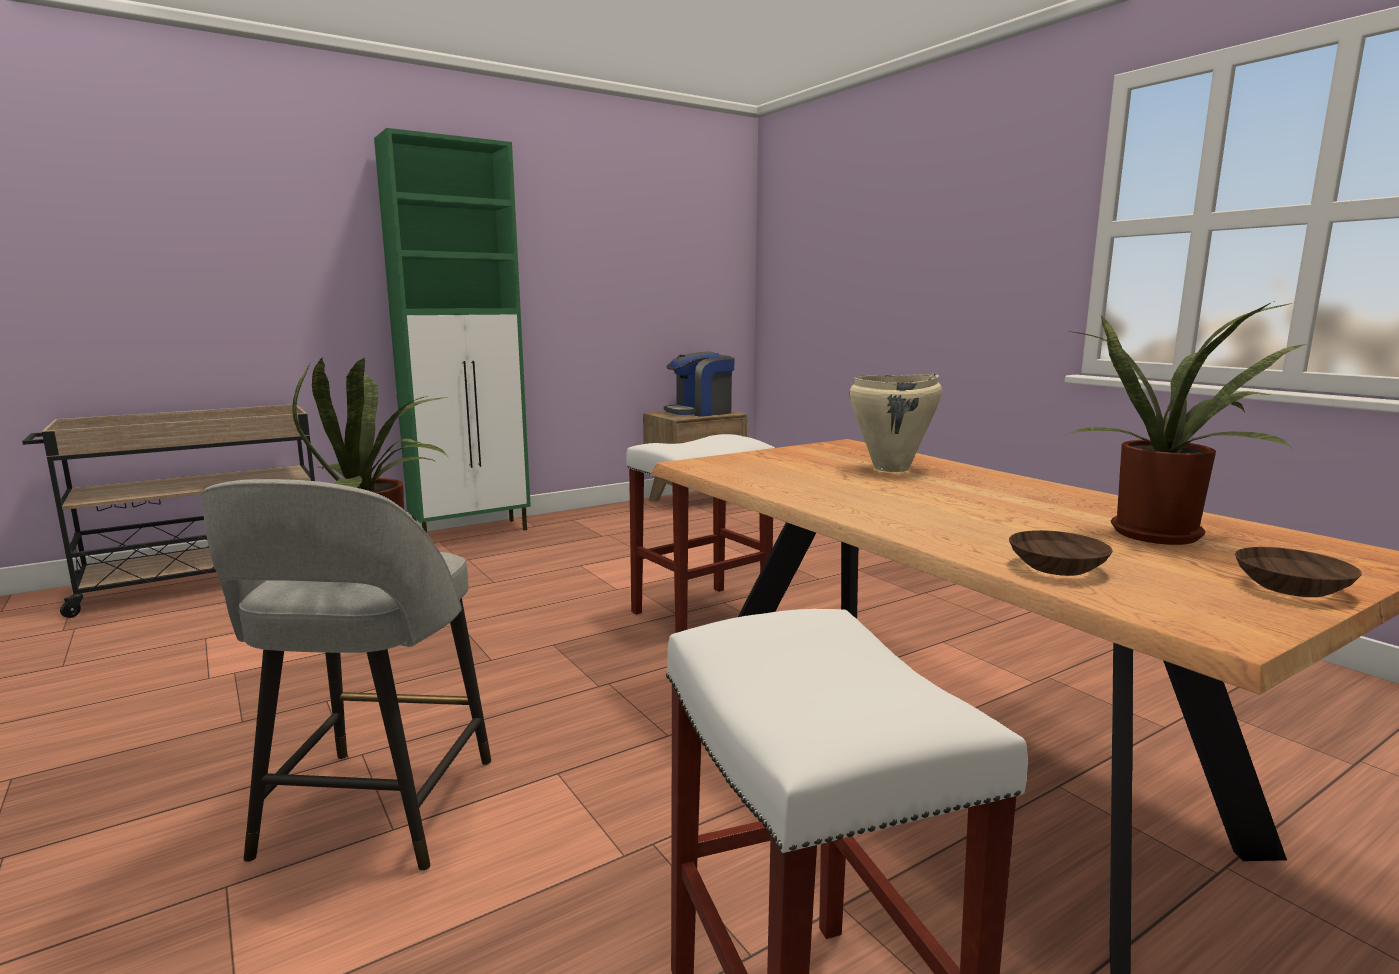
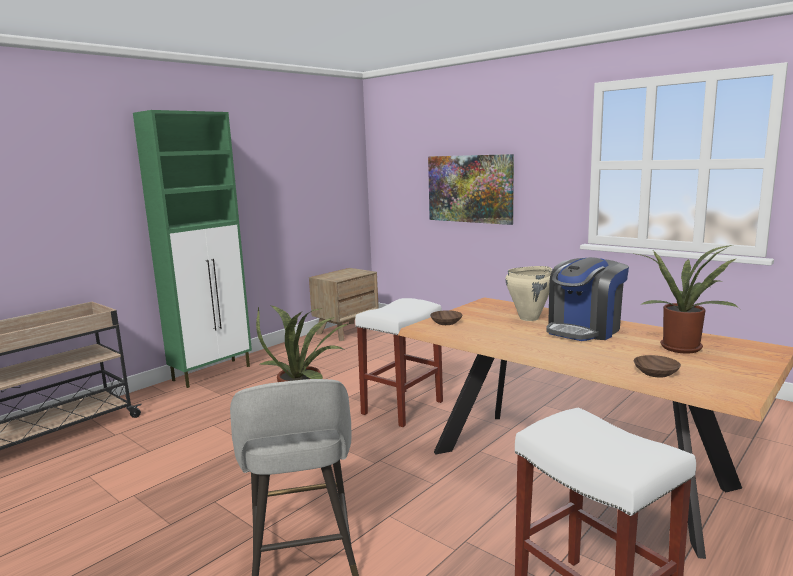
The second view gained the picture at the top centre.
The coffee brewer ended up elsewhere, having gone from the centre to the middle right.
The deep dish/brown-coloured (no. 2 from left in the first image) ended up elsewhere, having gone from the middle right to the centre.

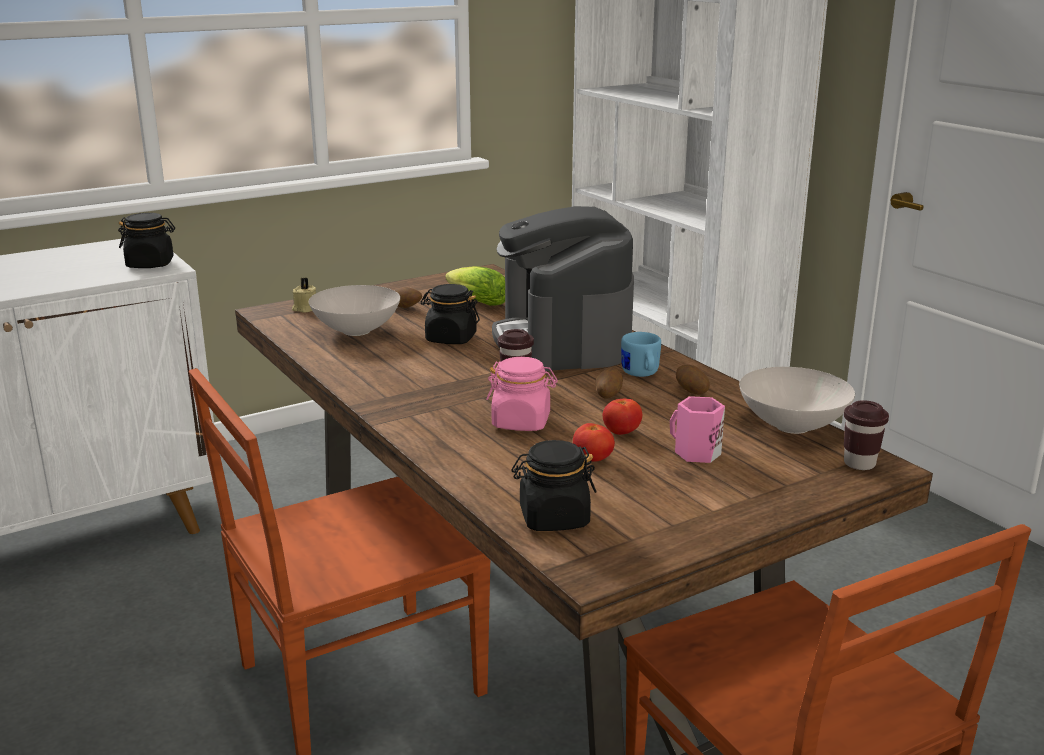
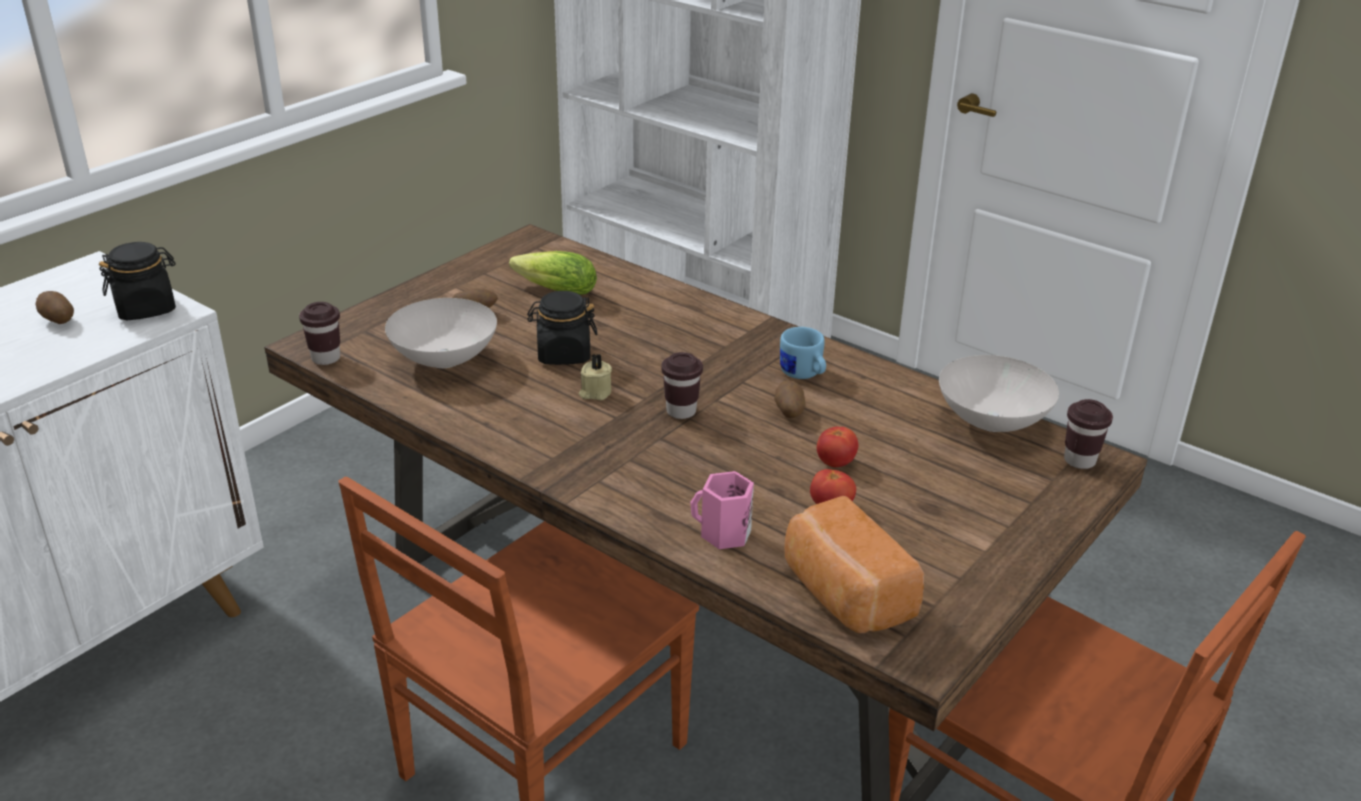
The second view lost the preserve jar/pink-coloured at the centre.
The second view lost the coffee brewer at the centre.
The second view gained the small cup/brown-coloured (no. 1 from left) at the middle left.
The wax light/beige ended up elsewhere, having gone from the middle left to the centre.
The coffee mug/pink-coloured ended up elsewhere, having gone from the middle right to the centre.
The whole potato (no. 3 from left in the first image) ended up elsewhere, having gone from the centre to the middle left.
Where the preserve jar/blackish (no. 3 from left) stood at the centre, the bread came to stand at the bottom centre.

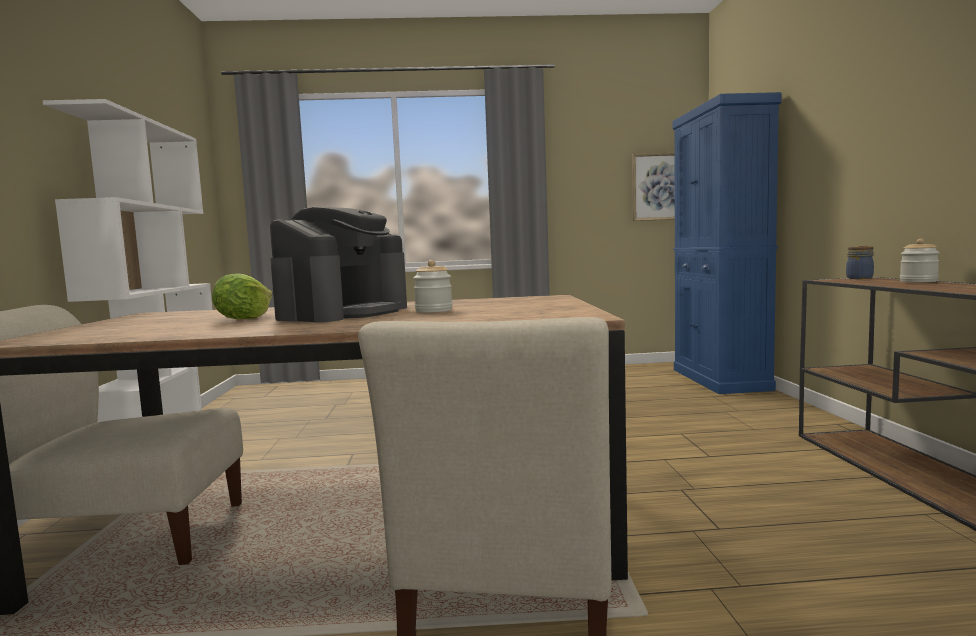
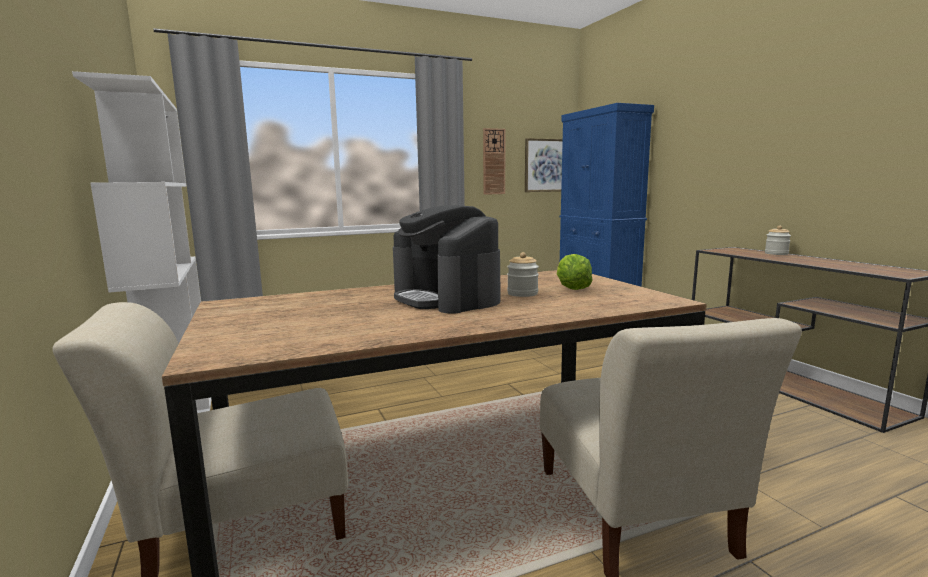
The second view lost the preserve jar (no. 2 from left) at the middle right.
The second view gained the clock on the wall at the top centre.
The head of lettuce ended up elsewhere, having gone from the middle left to the centre.
The coffee brewer at the centre ended up facing another way, 135 degrees clockwise from before.

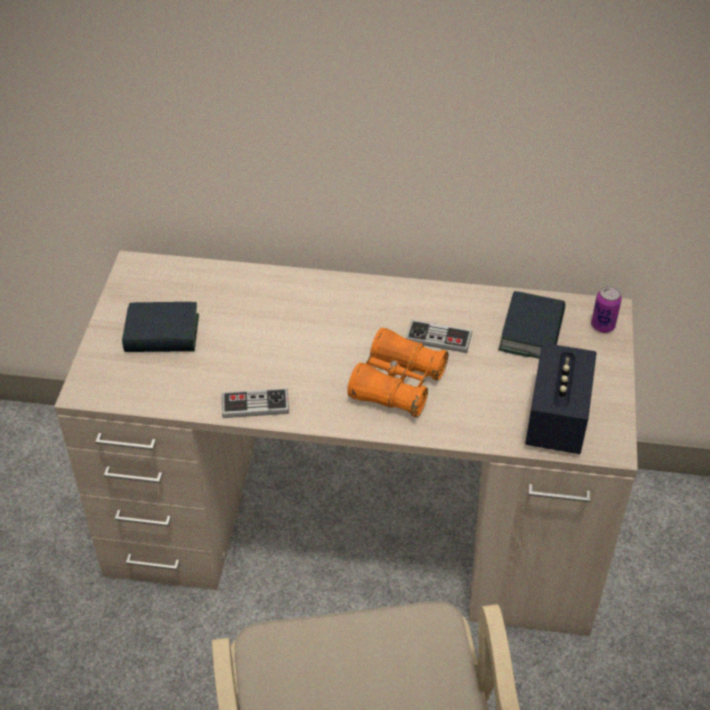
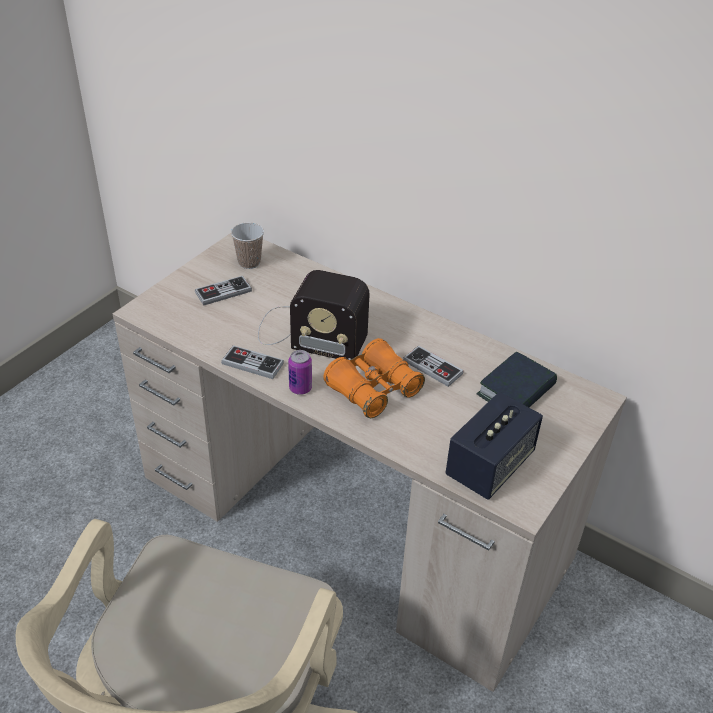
The second view gained the small cup at the centre.
The second view gained the radio at the centre.
The metal can ended up elsewhere, having gone from the middle right to the centre.
Where the volume (no. 1 from left) stood at the middle left, the joypad (no. 1 from left) came to stand at the middle left.

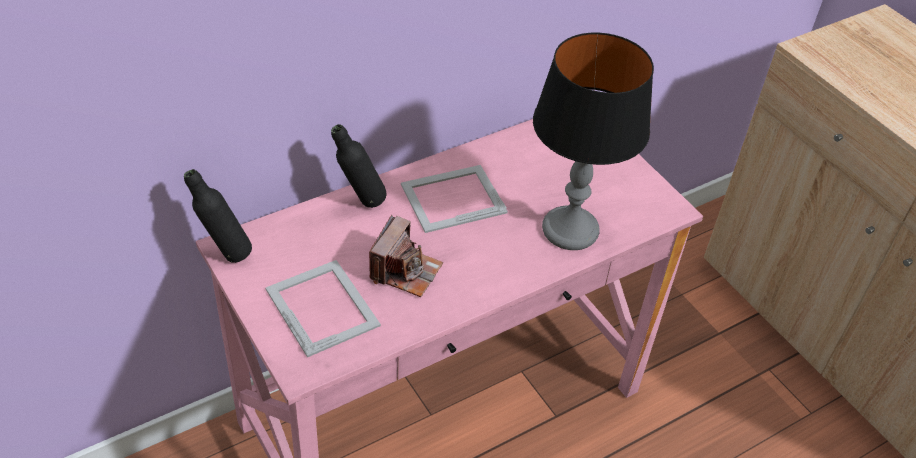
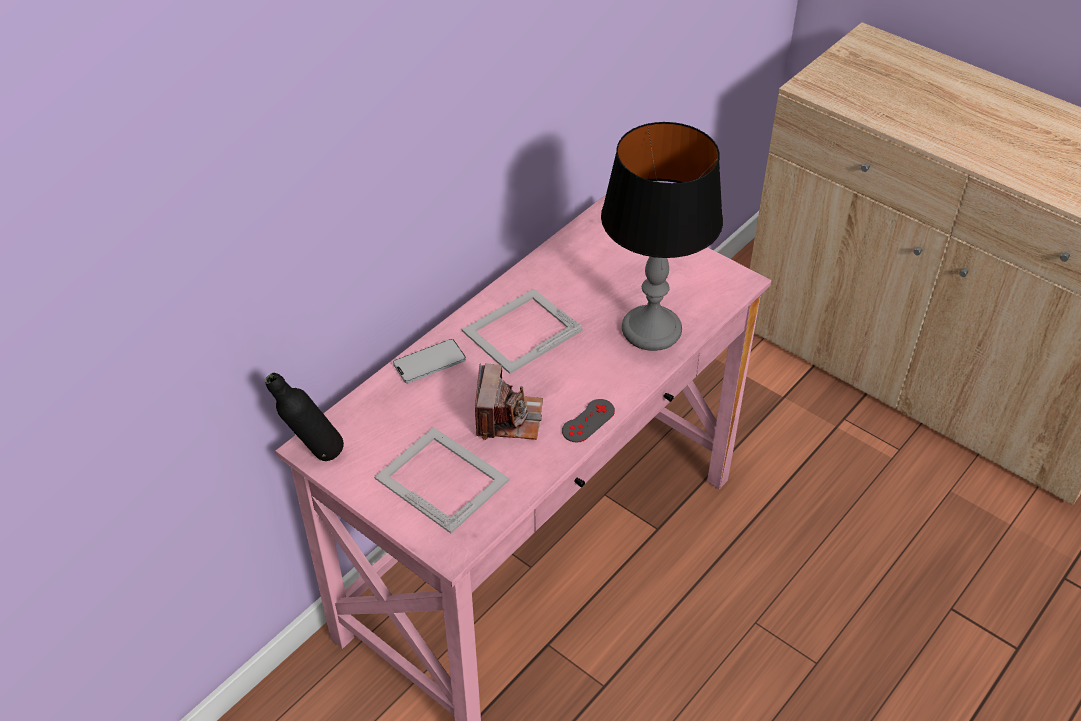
The second view gained the joypad/gray at the centre.
Where the bottle/blackish (no. 2 from left) stood at the centre, the handset came to stand at the centre.

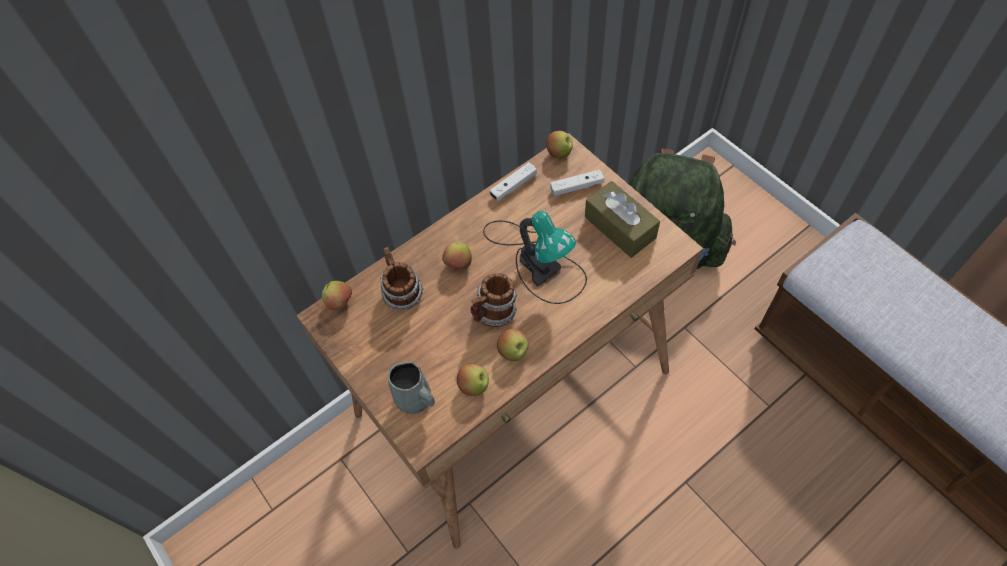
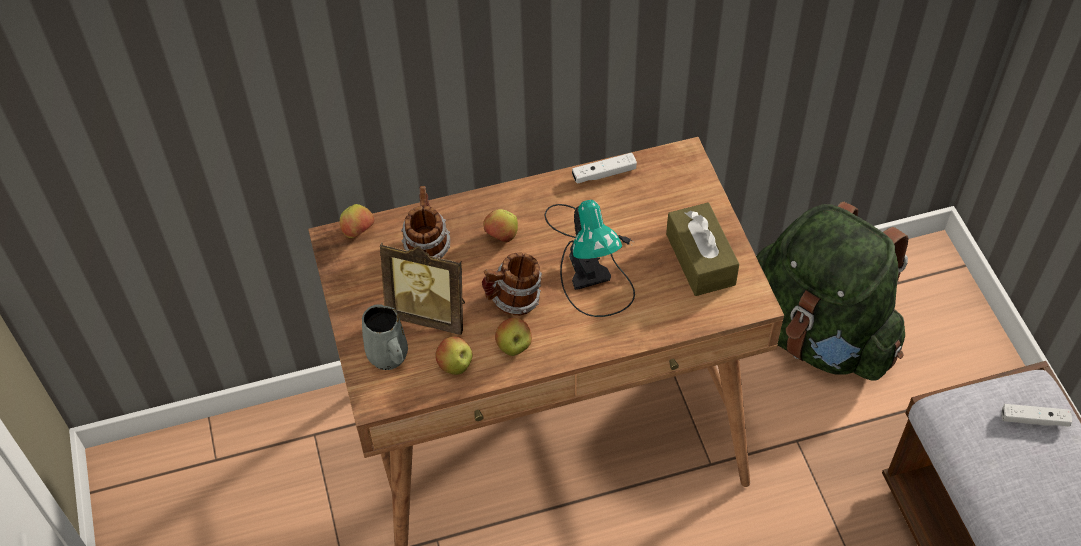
The second view lost the apple (no. 5 from left) at the top centre.
The second view gained the picture frame at the centre.
The joypad/white (no. 2 from left) ended up elsewhere, having gone from the top centre to the bottom right.

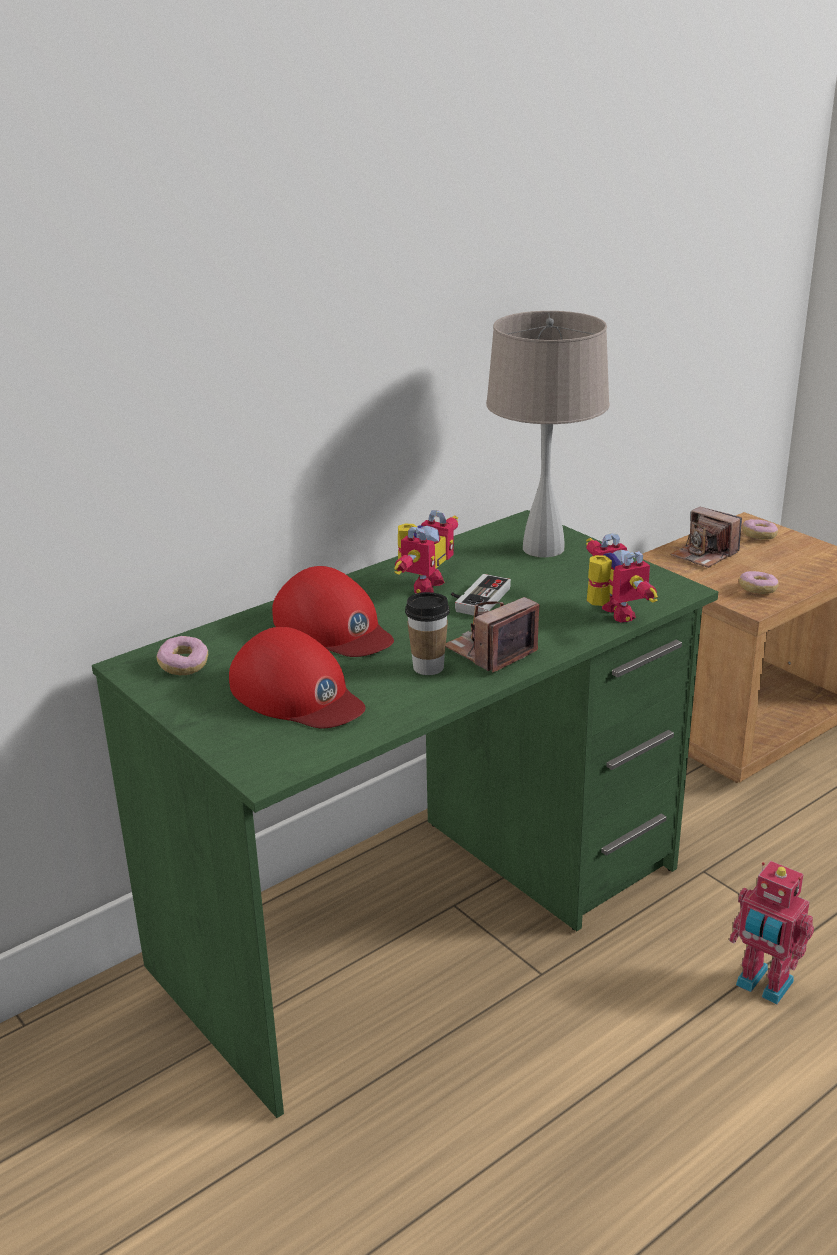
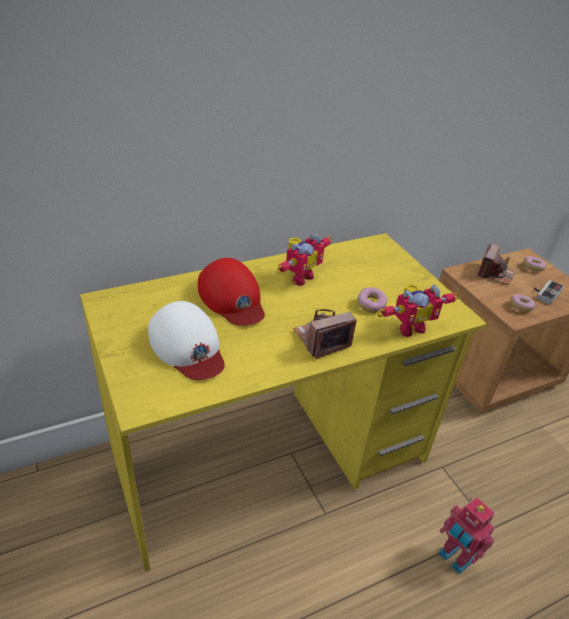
The second view lost the small cup at the centre.
The second view lost the lamp for a table/beige at the centre.
The donut (no. 1 from left) ended up elsewhere, having gone from the middle left to the centre.
The joypad ended up elsewhere, having gone from the centre to the middle right.
What was the desk/green-coloured at the centre turned into the desk/yellow at the centre.
What was the peaked cap/reddish (no. 1 from left) at the centre turned into the peaked cap/white at the middle left.
The robot figure (no. 2 from left) at the middle right ended up facing another way, 75 degrees clockwise from before.
The photo camera (no. 2 from left) at the middle right ended up facing another way, 120 degrees counterclockwise from before.

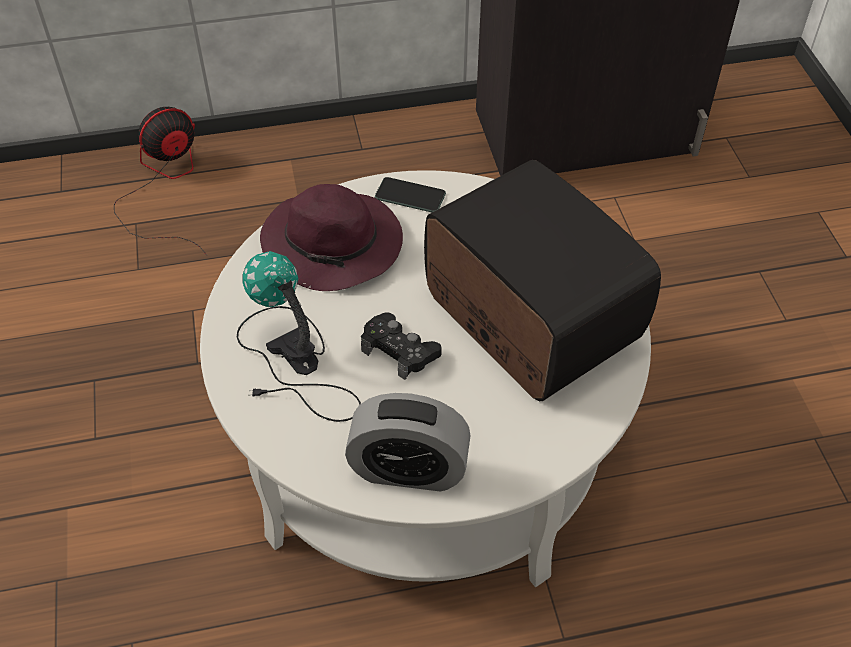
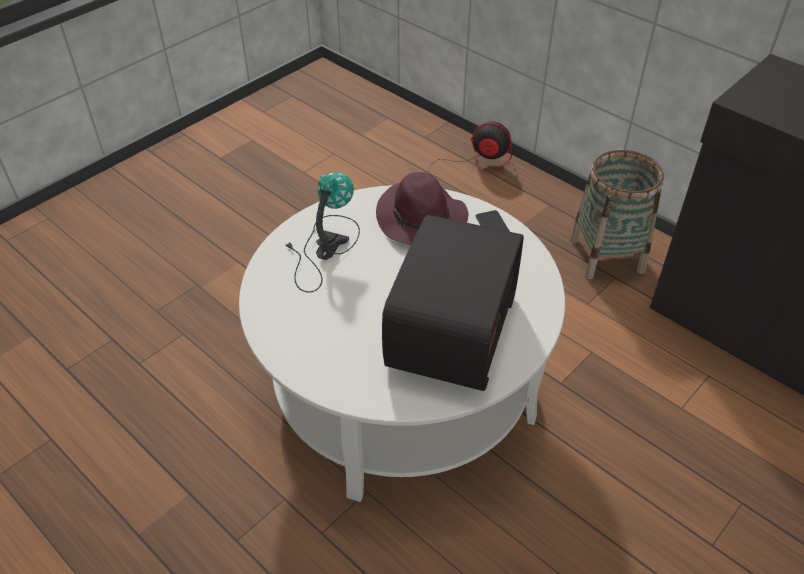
The second view lost the bedside clock at the bottom centre.
The second view lost the joypad/blackish at the centre.
The second view gained the household basket at the middle right.

